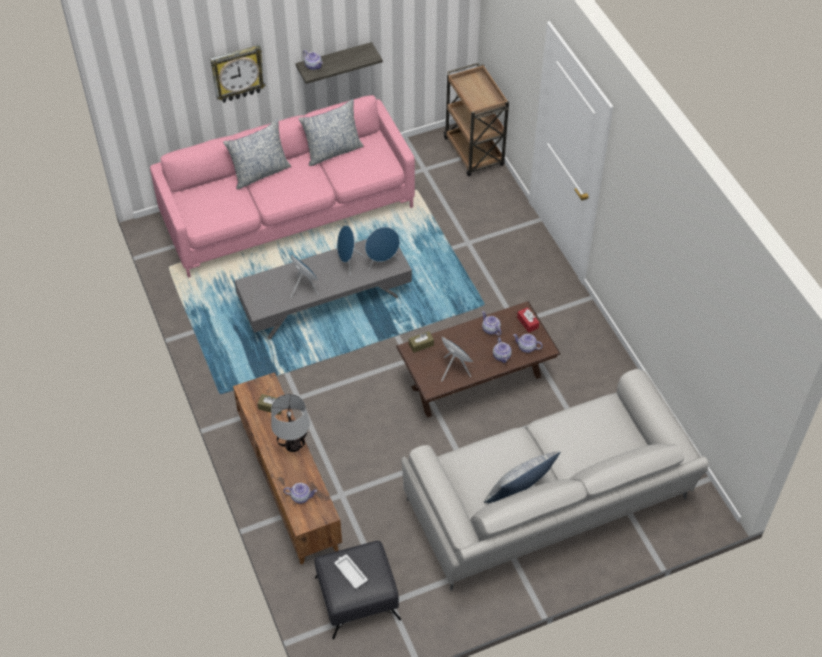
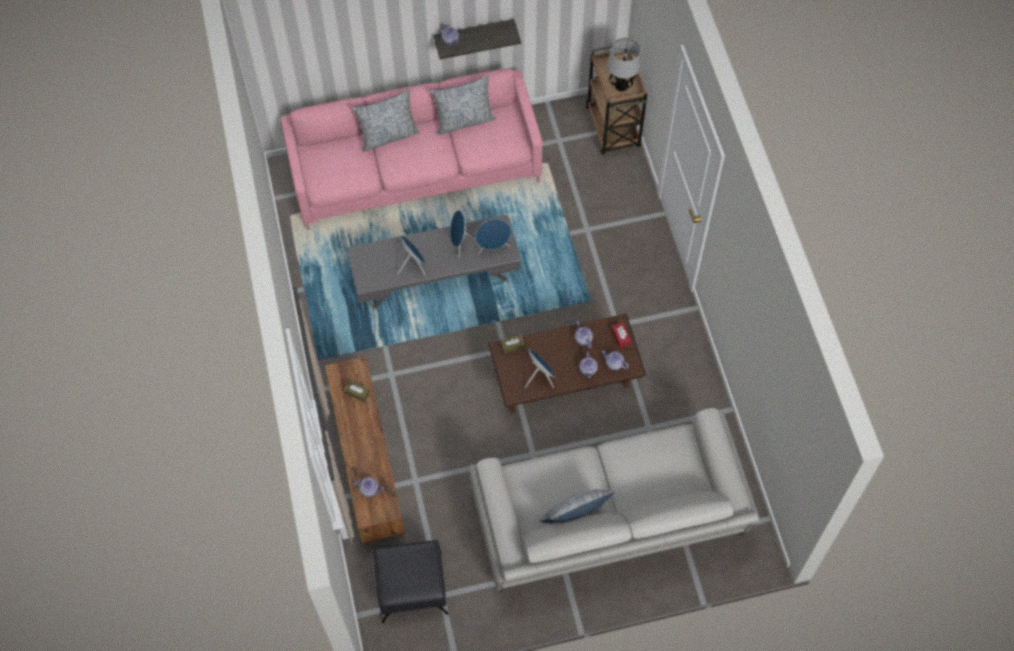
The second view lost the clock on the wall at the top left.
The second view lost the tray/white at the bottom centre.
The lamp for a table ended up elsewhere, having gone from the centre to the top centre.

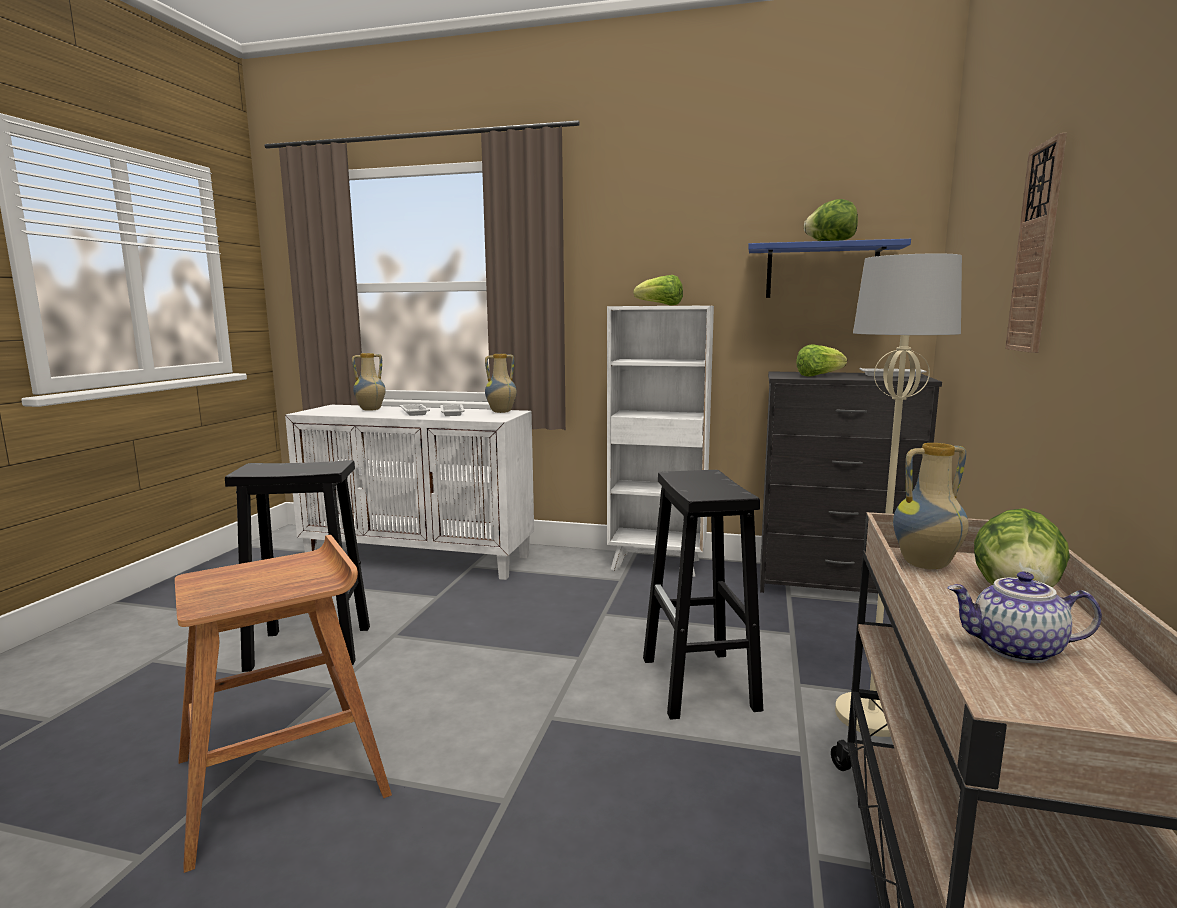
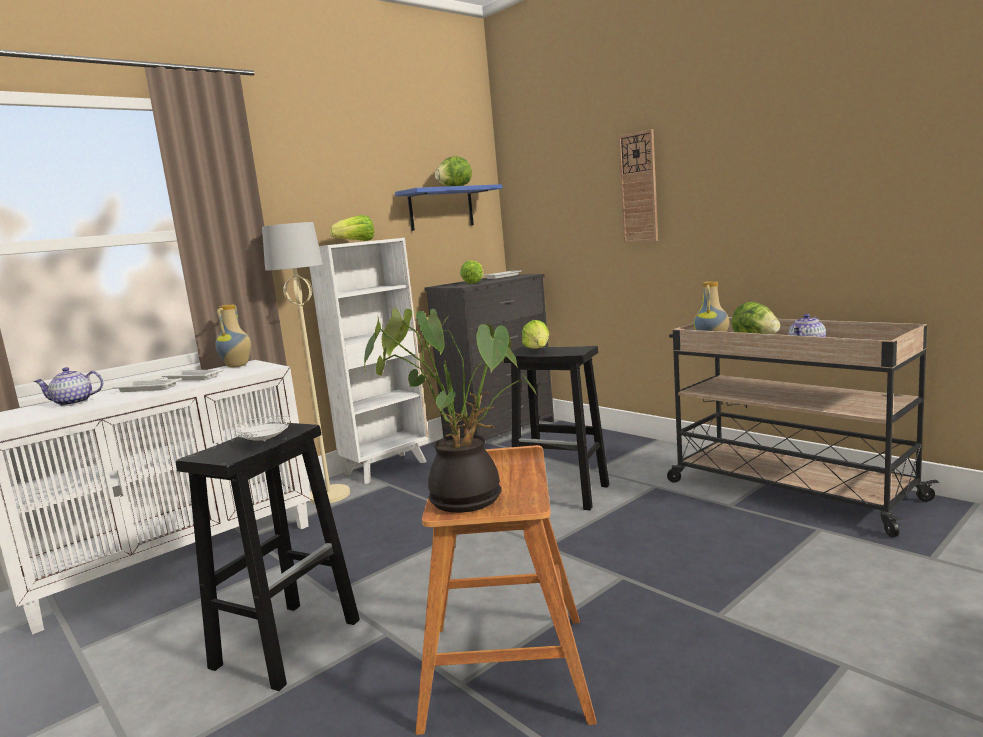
The second view gained the flat dish/white at the middle left.
The second view gained the houseplant at the centre.
The second view gained the head of lettuce (no. 4 from left) at the centre.
The standing lamp/beige ended up elsewhere, having gone from the middle right to the middle left.
Where the decorative vase (no. 1 from left) stood at the middle left, the pot for tea (no. 1 from left) came to stand at the middle left.

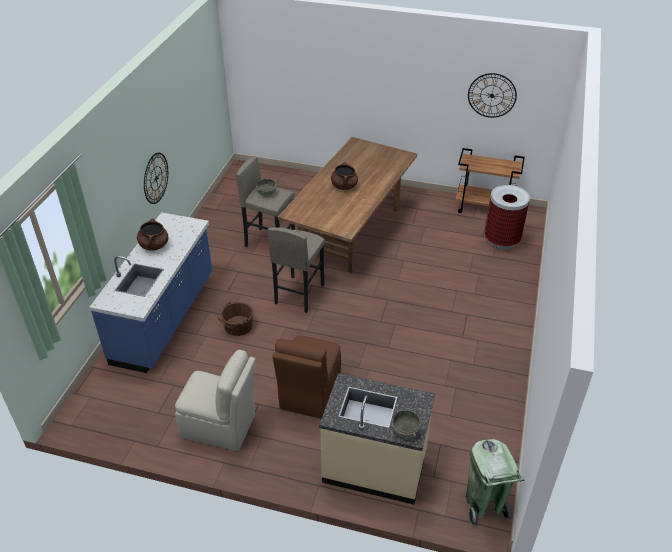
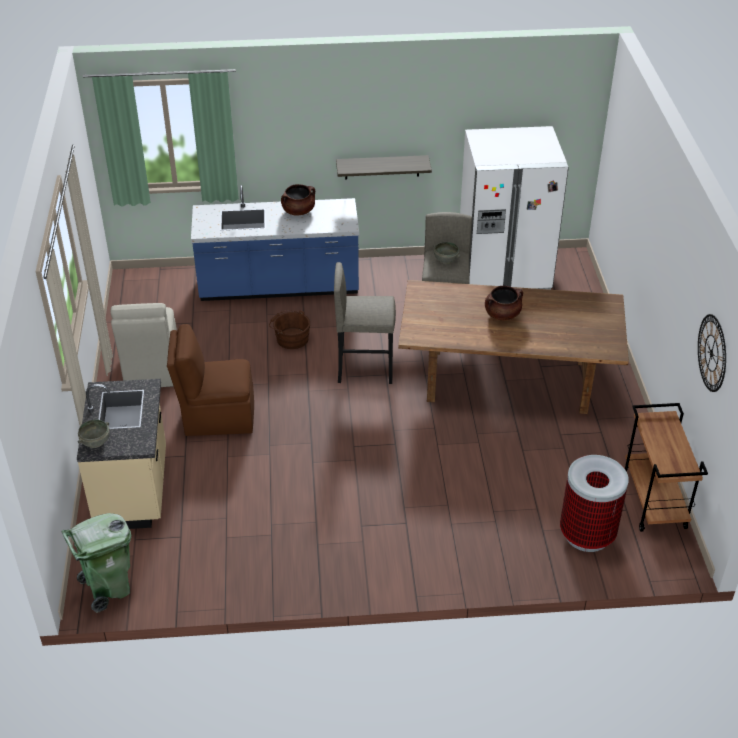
The second view gained the fridge/white at the top right.
Where the clock on the wall (no. 1 from left) hung at the top left, the shelf came to hang at the top centre.

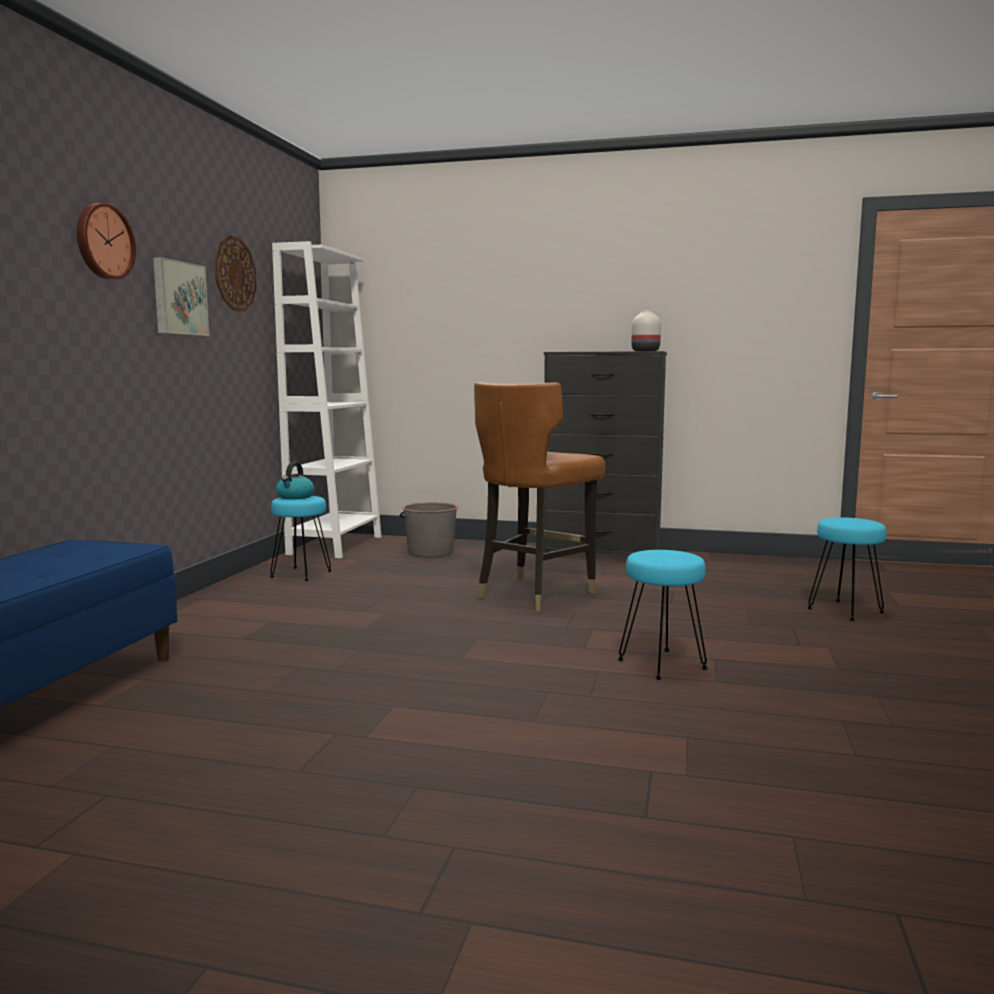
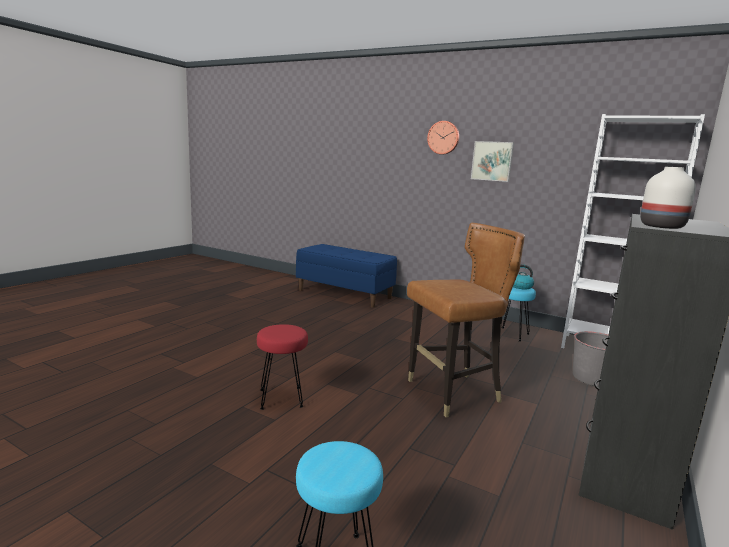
The second view lost the clock on the wall (no. 2 from left) at the top left.
What was the stool seat/blue-green (no. 2 from left) at the middle right turned into the stool seat/reddish at the bottom centre.
The plain chair/brown-coloured at the centre ended up facing another way, 105 degrees clockwise from before.

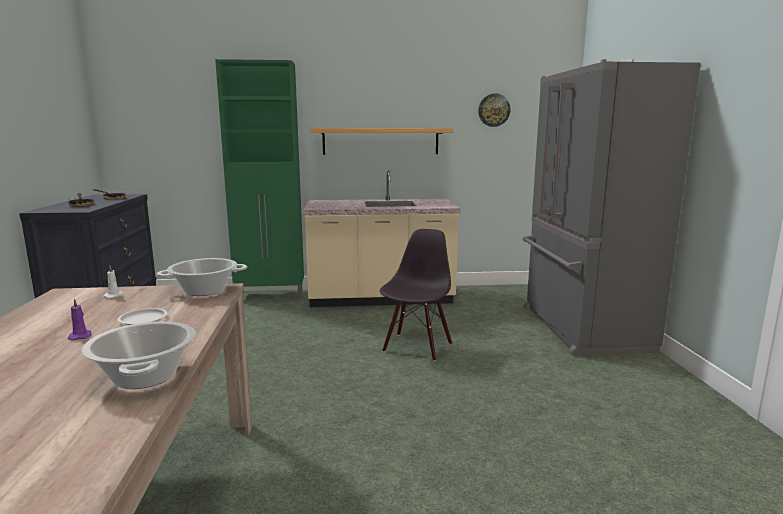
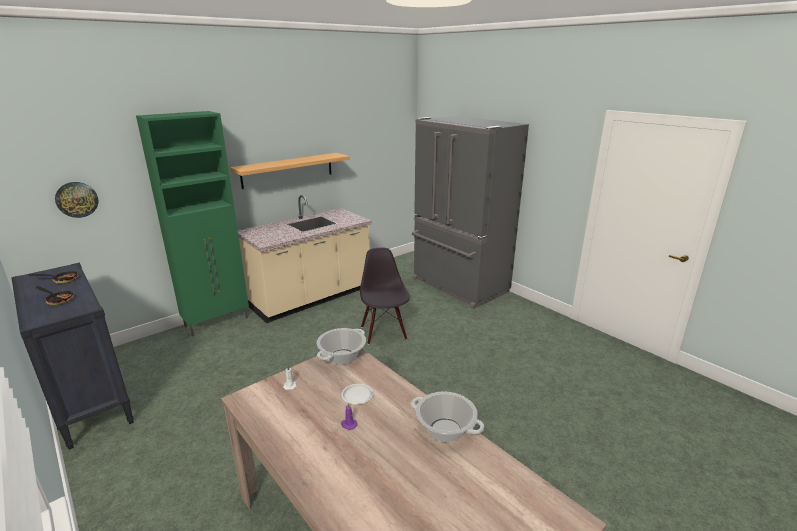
The clock on the wall ended up elsewhere, having gone from the top centre to the middle left.

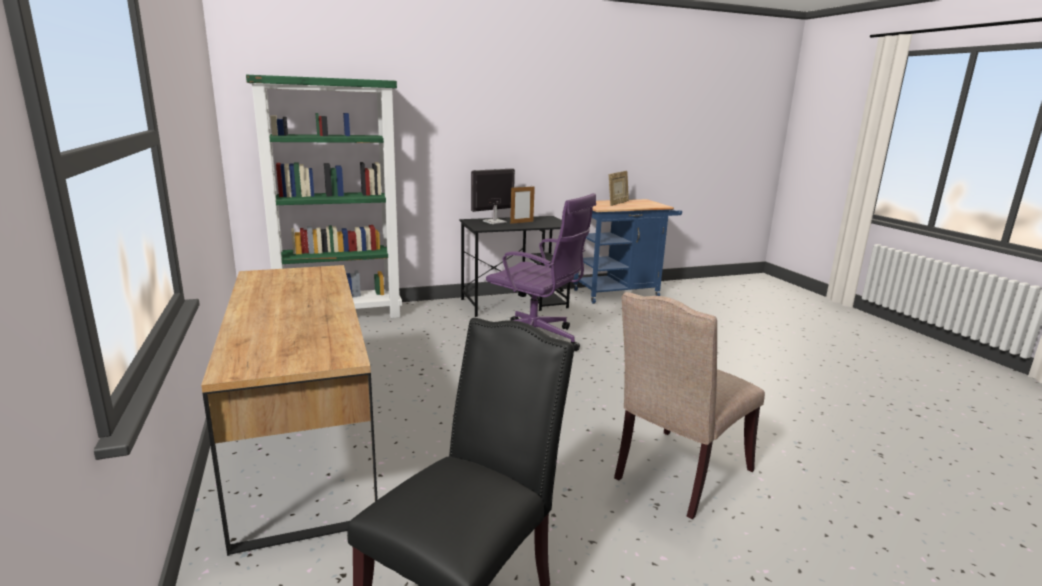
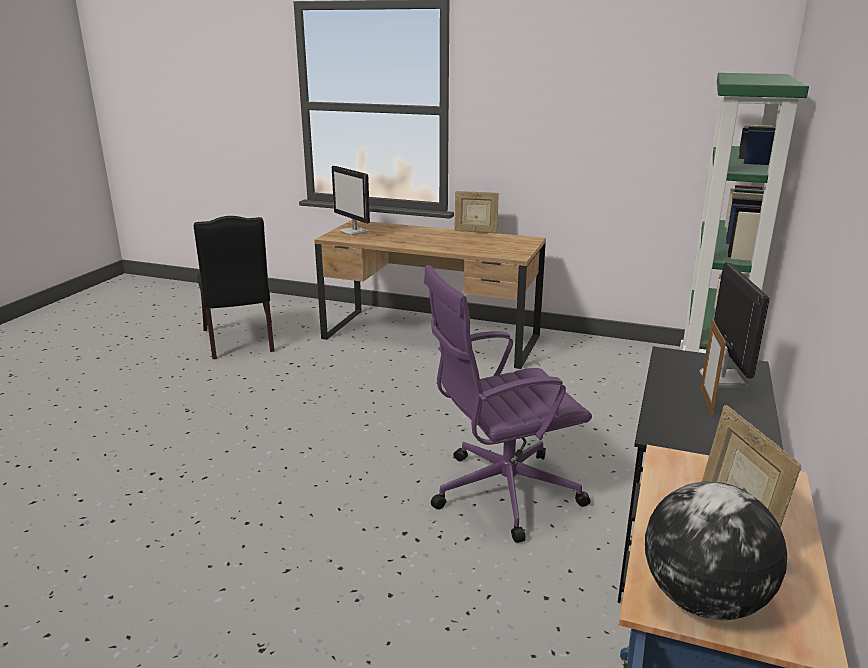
The second view lost the plain chair/beige at the bottom centre.
The second view gained the computer screen (no. 1 from left) at the top centre.
The second view gained the picture frame (no. 1 from left) at the top centre.
The second view gained the globe at the bottom right.

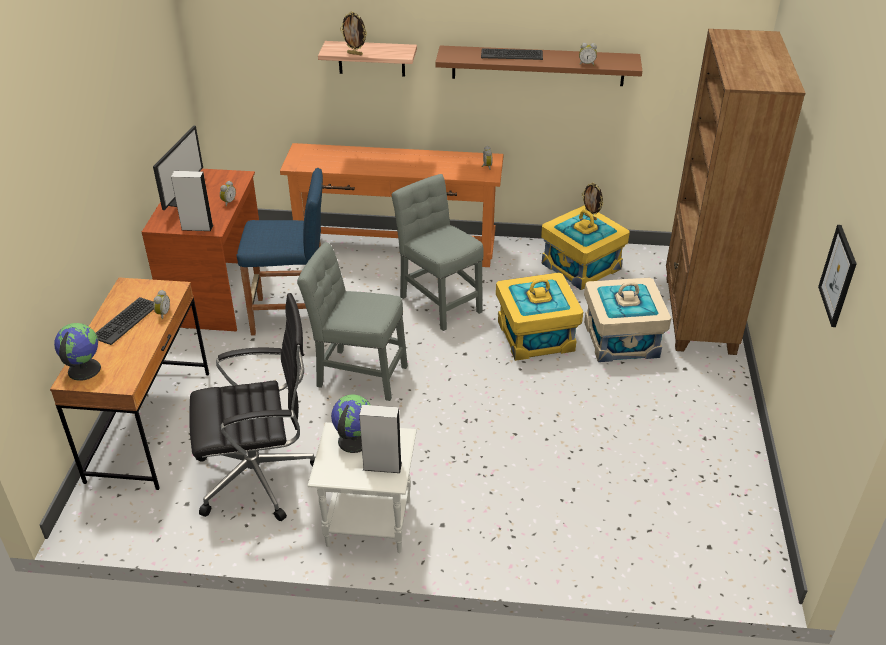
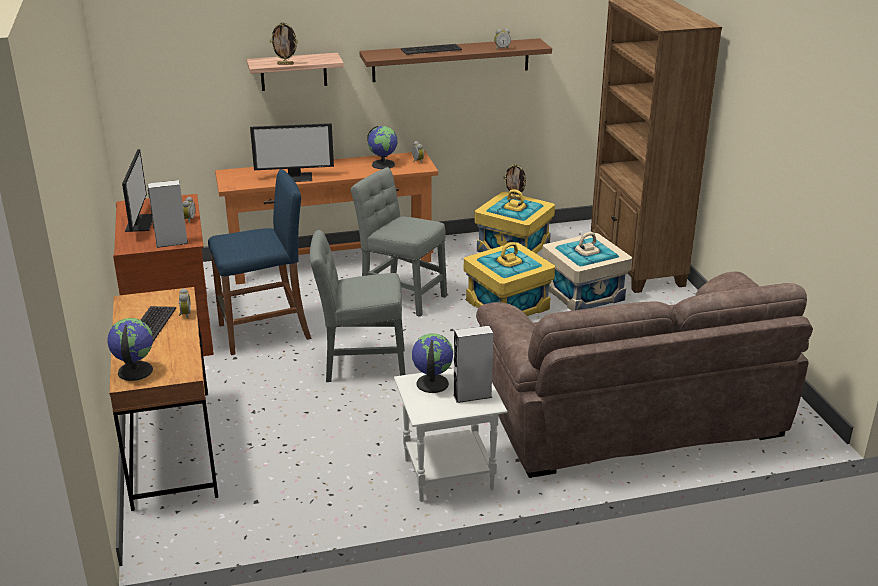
The second view lost the desk chair/blackish at the middle left.
The second view lost the picture at the middle right.
The second view gained the computer screen (no. 2 from left) at the top left.
The second view gained the globe (no. 2 from left) at the top centre.
The second view gained the sofa/brown-coloured at the middle right.

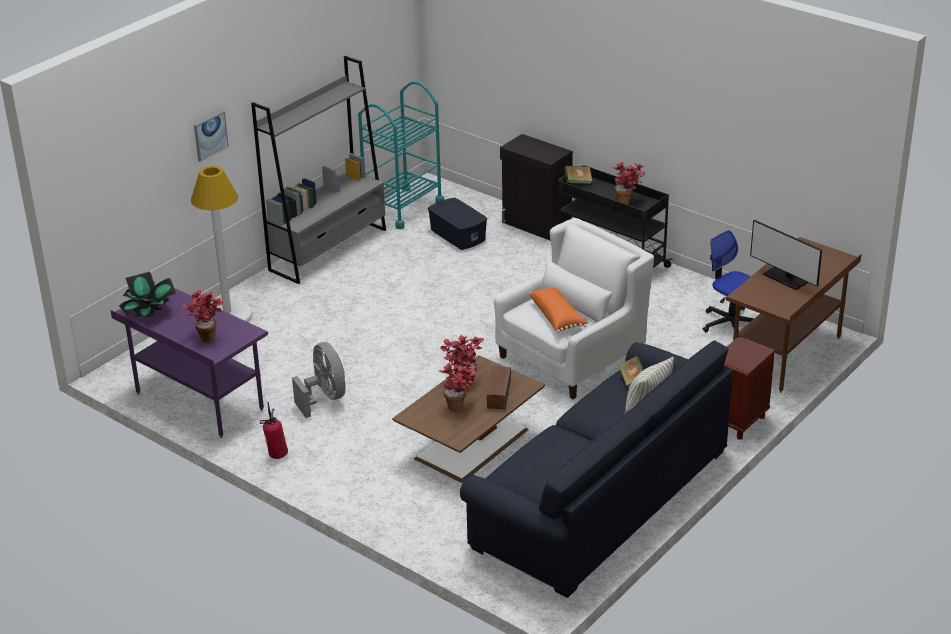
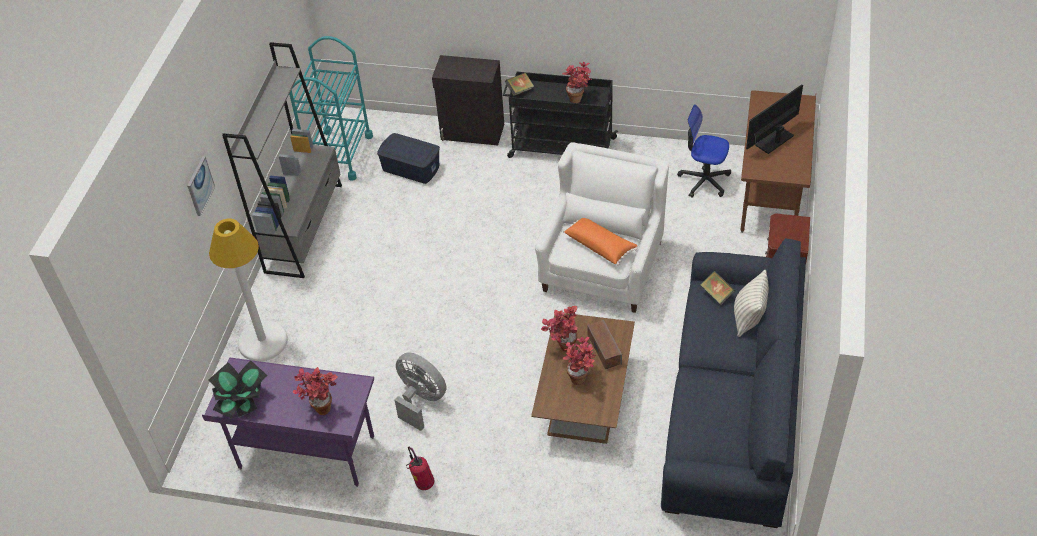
The computer screen at the middle right ended up facing another way, 120 degrees clockwise from before.

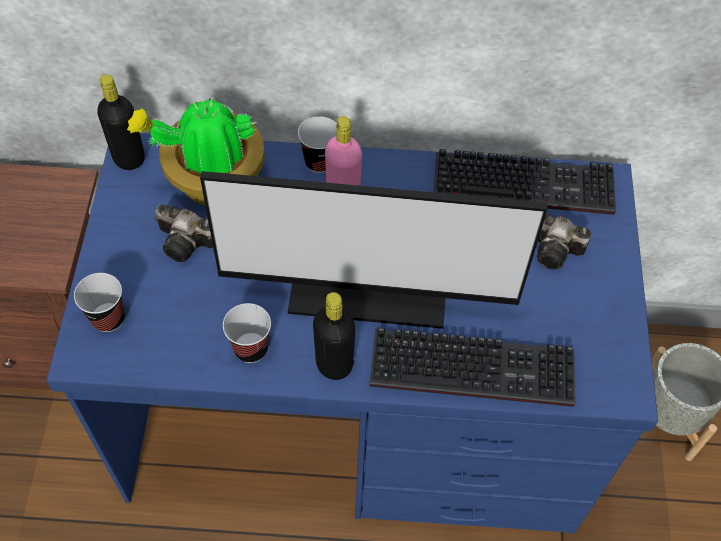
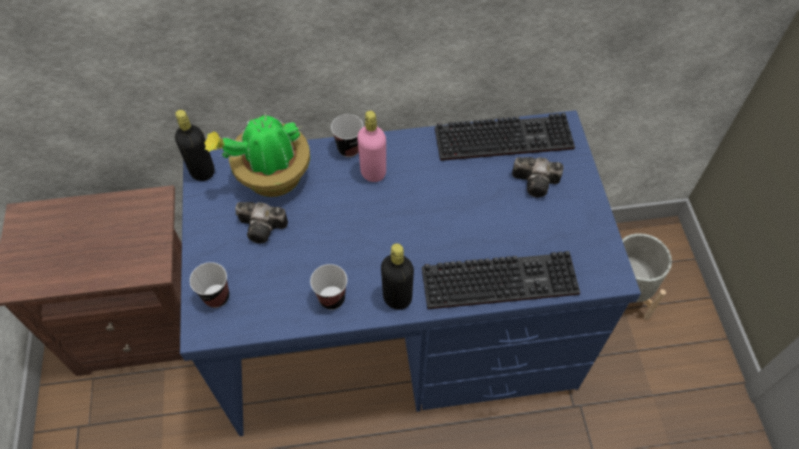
The second view lost the computer screen at the centre.

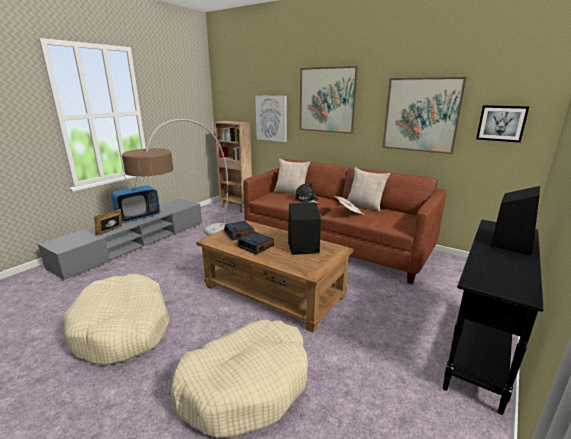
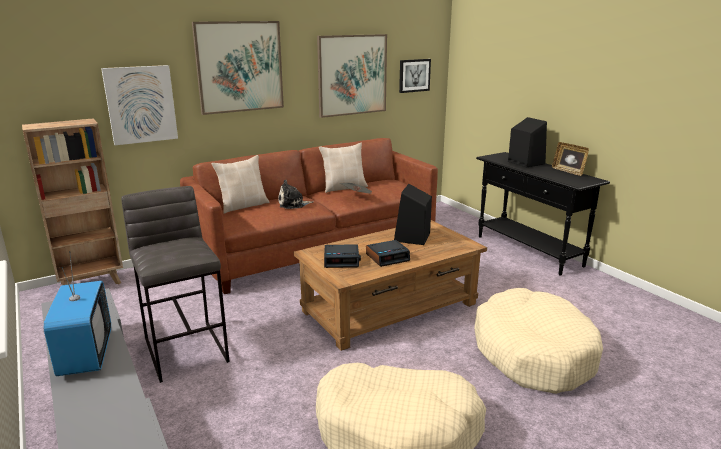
The picture frame ended up elsewhere, having gone from the middle left to the middle right.
Where the standing lamp stood at the middle left, the stool seat/gray came to stand at the middle left.

